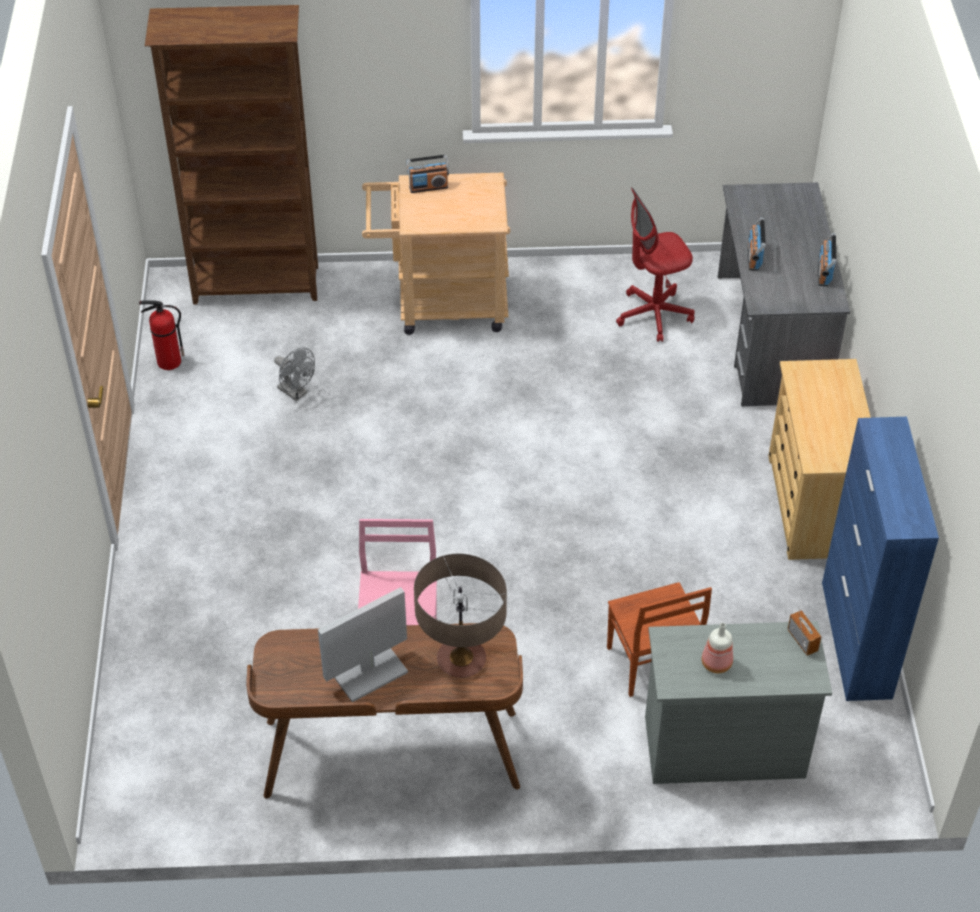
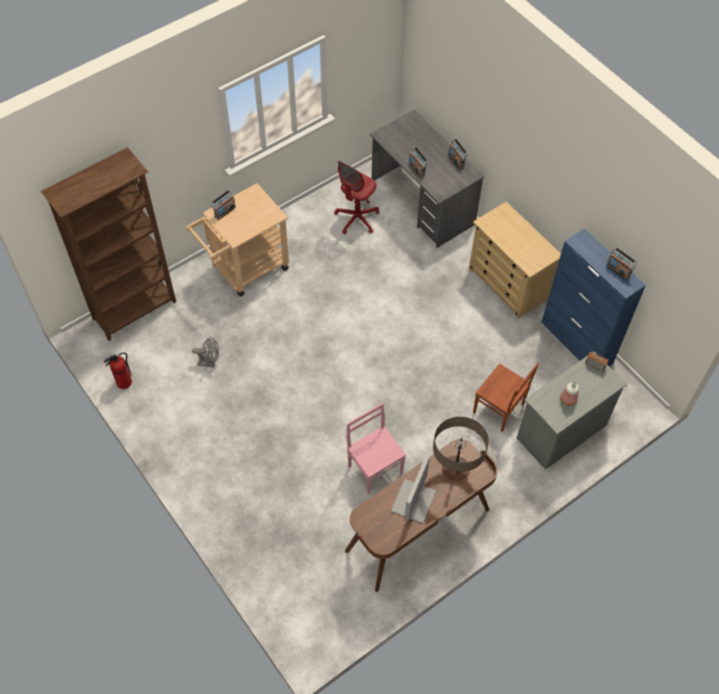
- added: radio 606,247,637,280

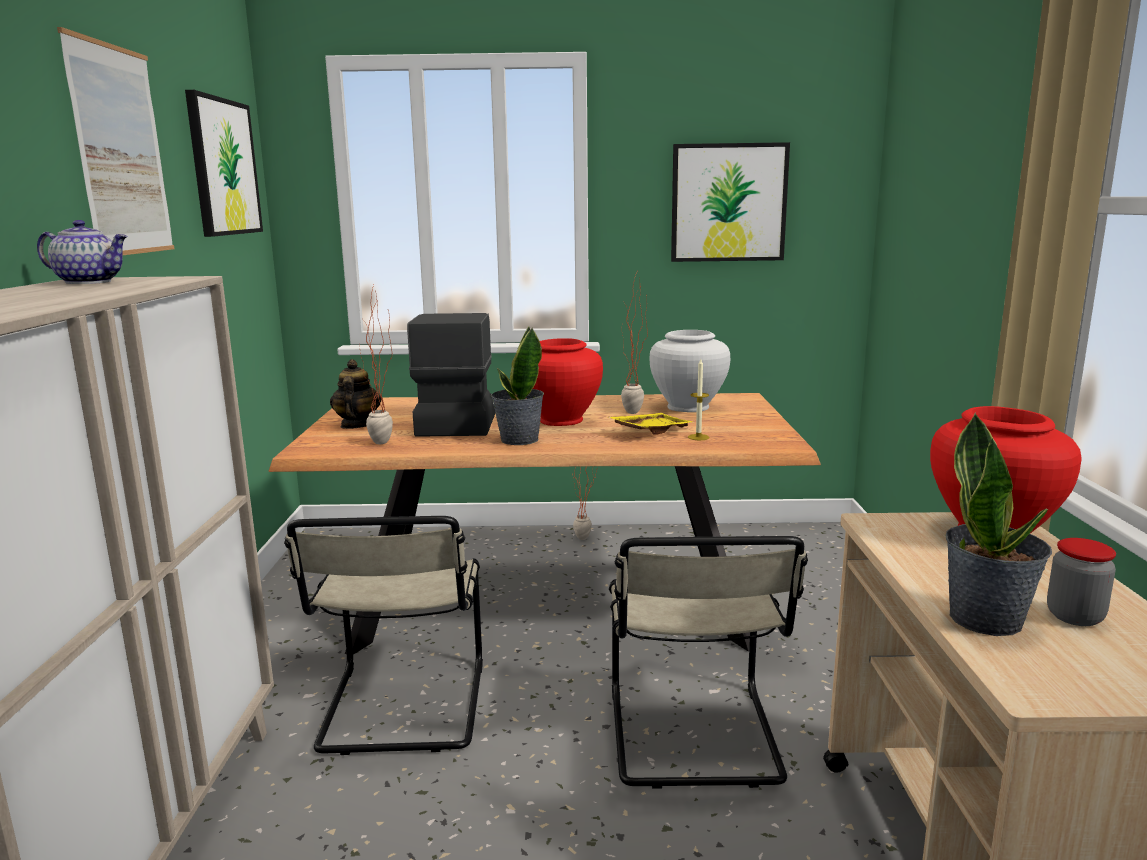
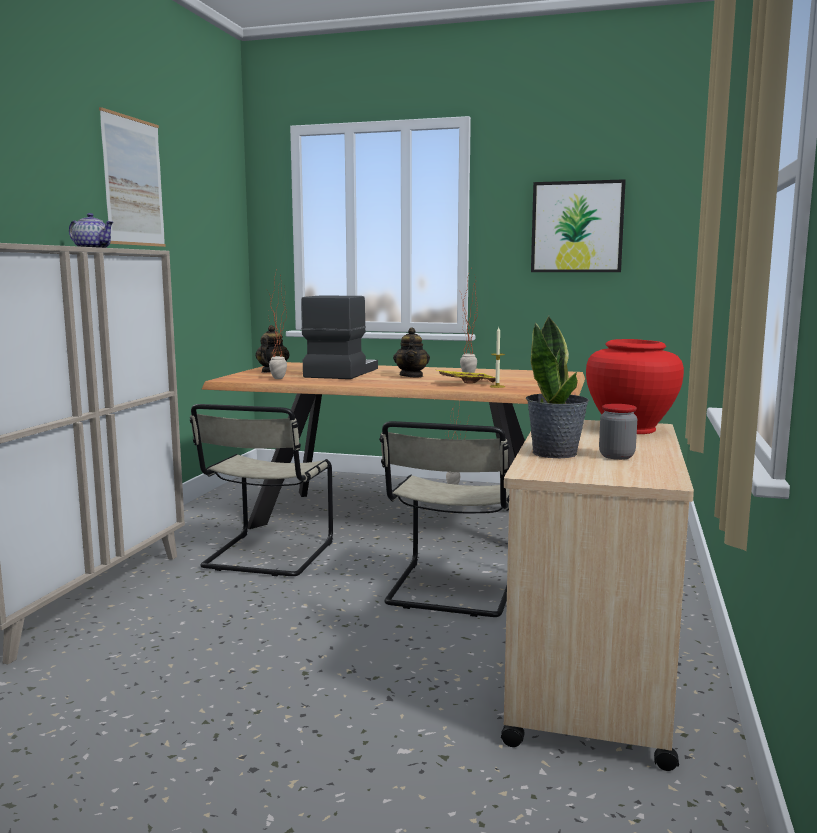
- removed: picture 185,90,263,237
- removed: potted plant 491,327,544,445
- replaced: vase (red) 533,338,603,426 to teapot 393,327,430,377
- removed: vase (white) 649,330,730,412

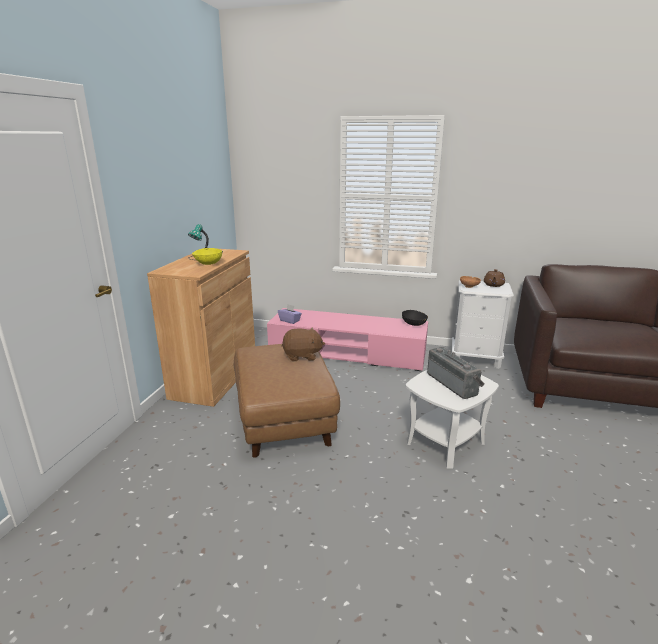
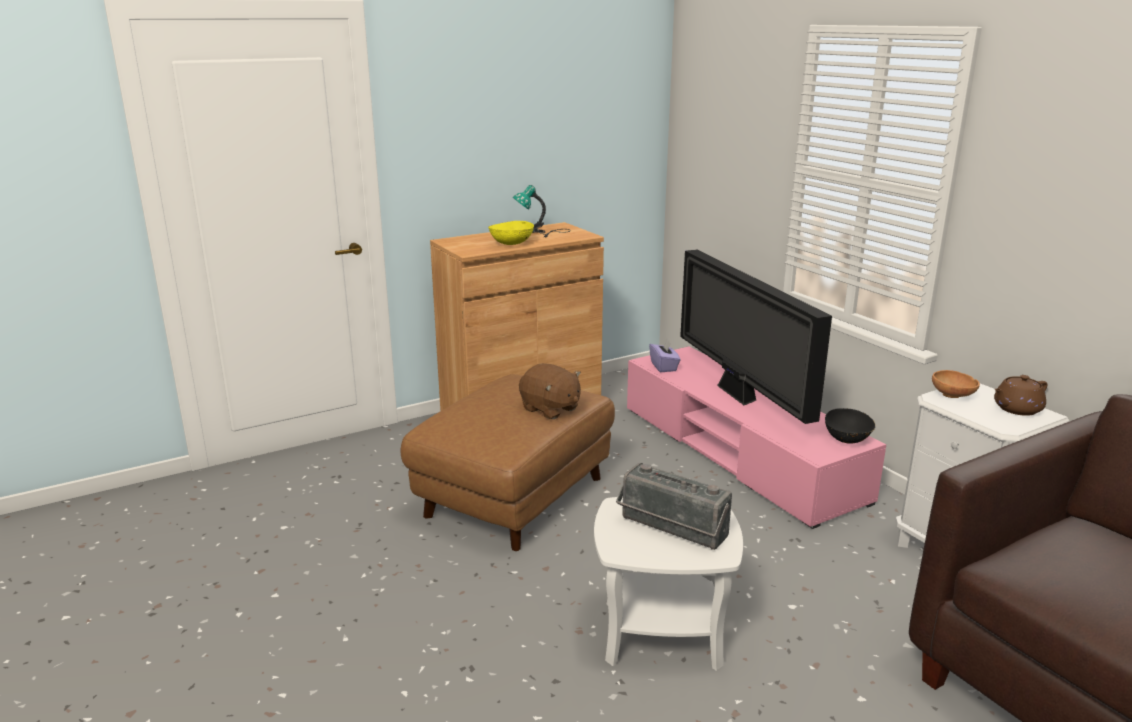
- turned: radio 427,347,484,399 = 616,463,732,550 105 degrees clockwise
- added: television 680,250,832,424

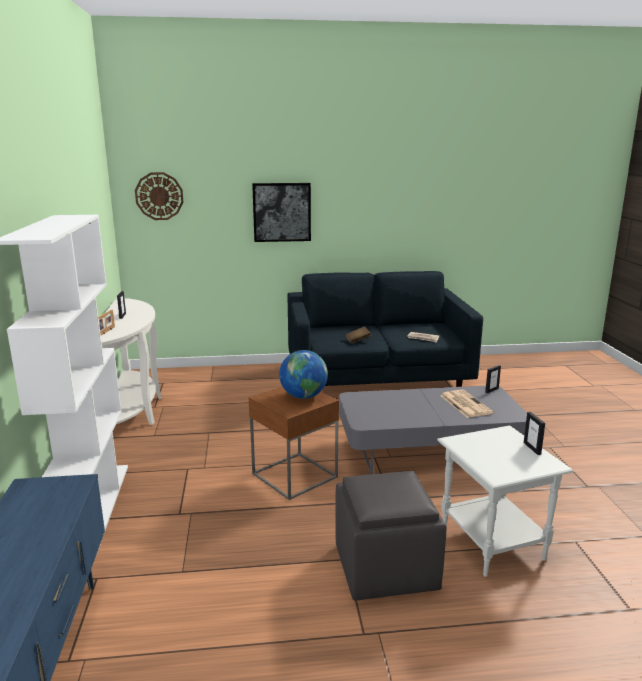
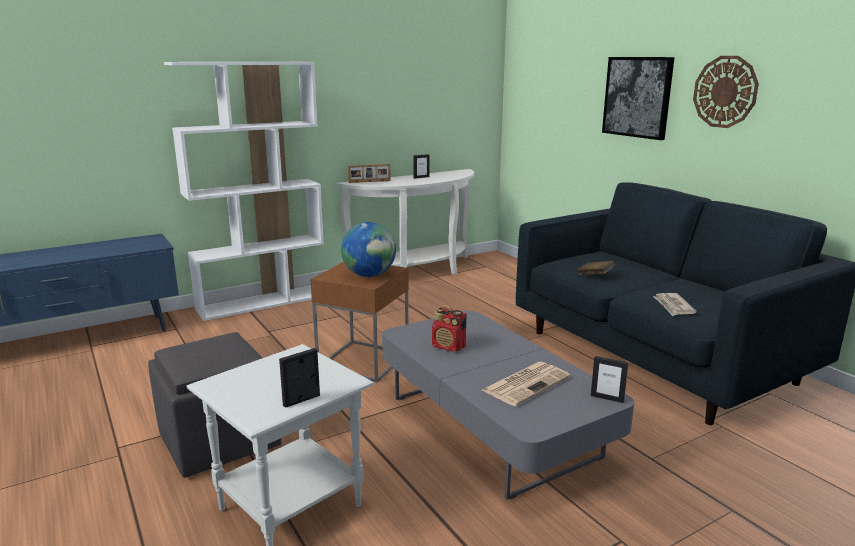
- moved: wall clock 135,172,184,220 to 693,56,759,128
- added: radio 432,305,467,352

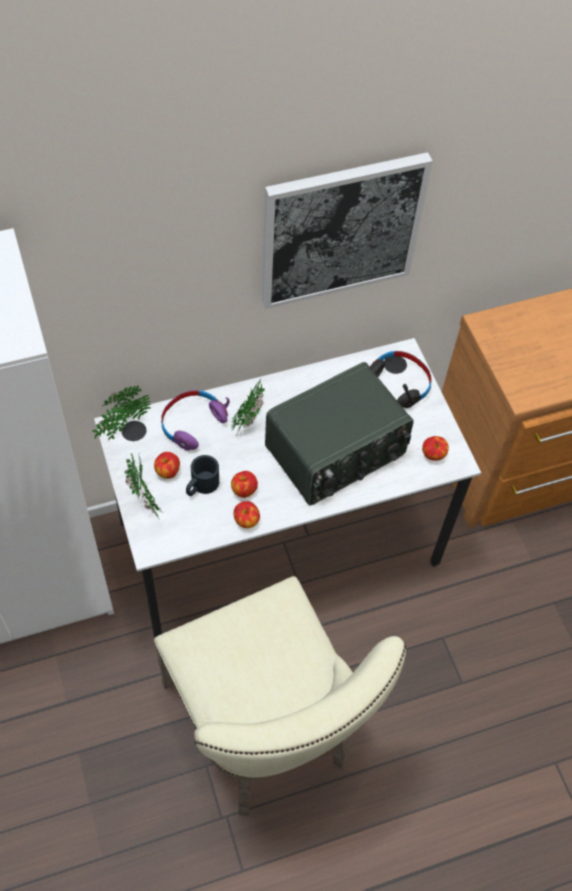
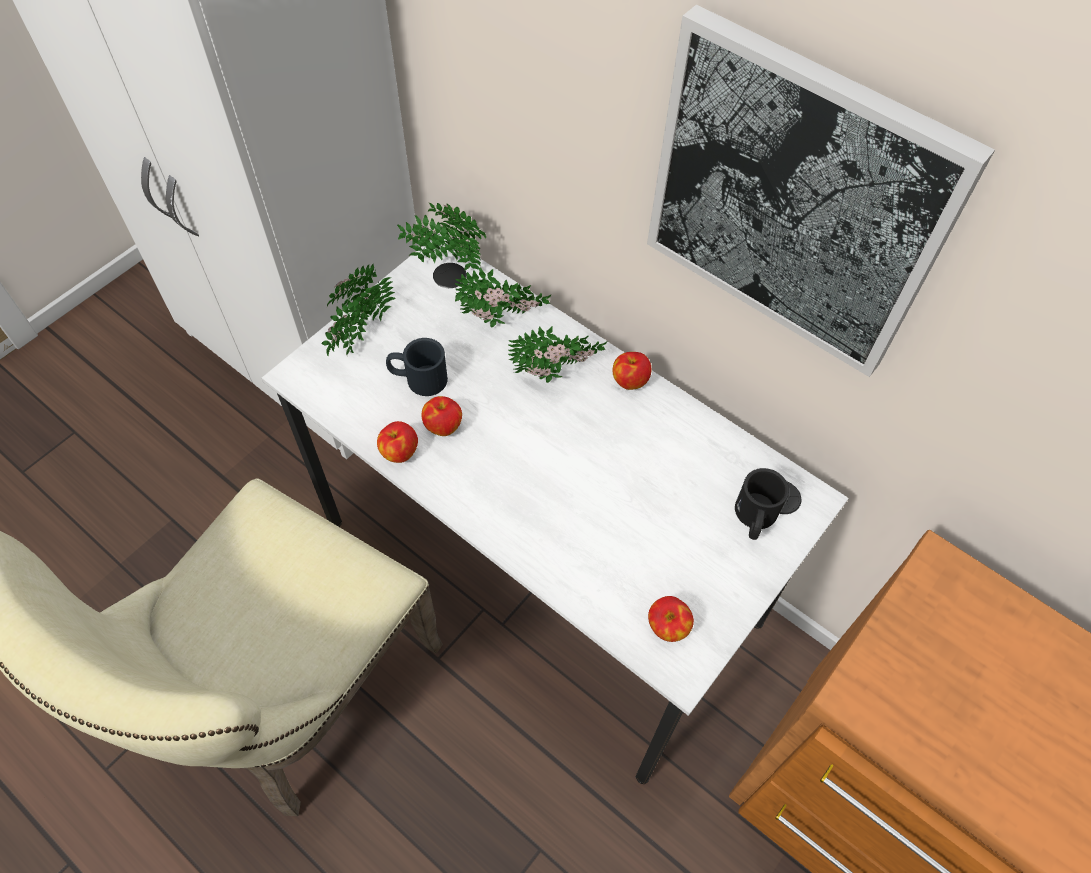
- moved: apple 154,452,180,479 to 612,352,651,390
- replaced: headphones (purple) 161,390,230,451 to potted plant 455,268,551,328
- removed: radio 265,362,414,506
- replaced: headphones (black) 370,351,432,408 to mug (black) 735,468,789,540

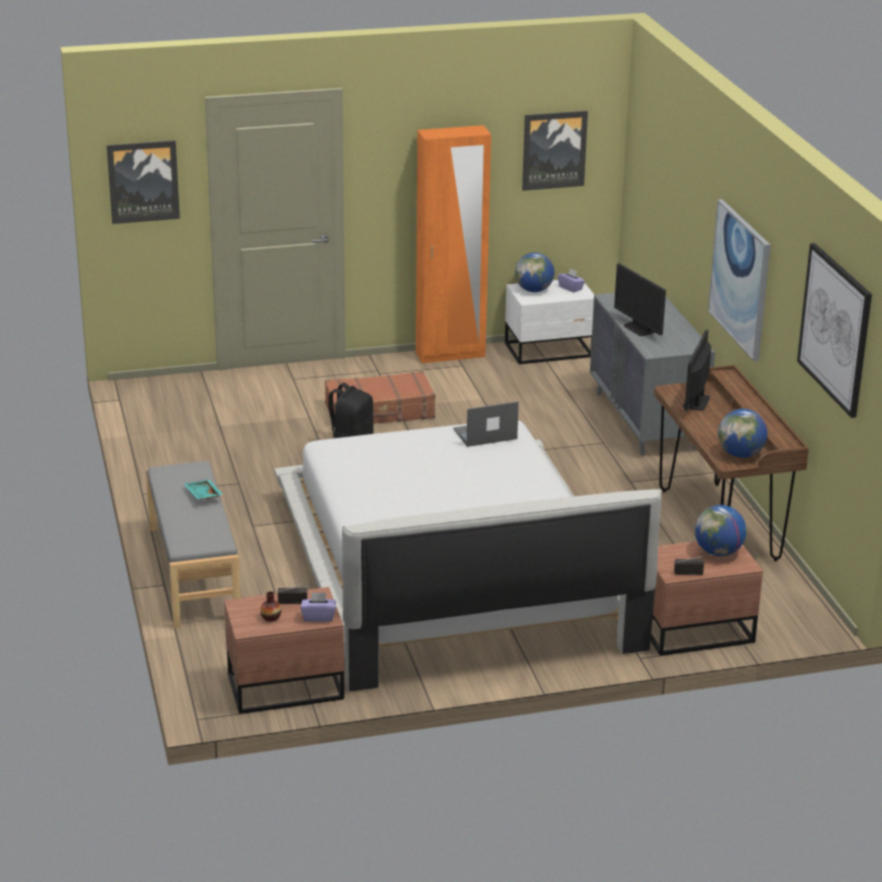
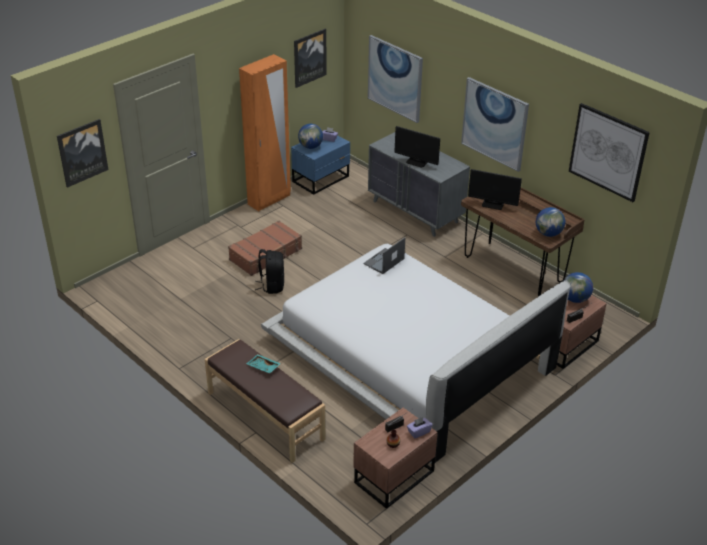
- recoloured: bench (grey) 146,461,241,629 to bench (brown) 205,339,325,463
- recoloured: nightstand (white) 505,280,594,364 to nightstand (blue) 291,135,350,194
- turned: monitor 683,330,711,411 = 468,169,522,210 60 degrees counterclockwise
- added: picture 368,35,423,123

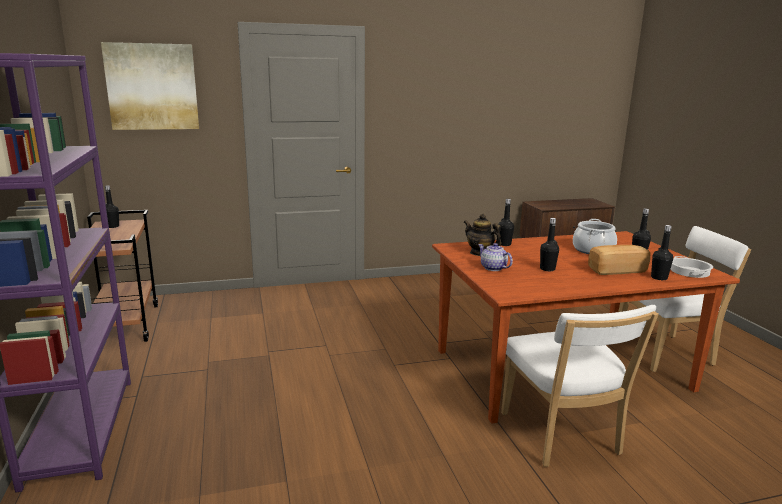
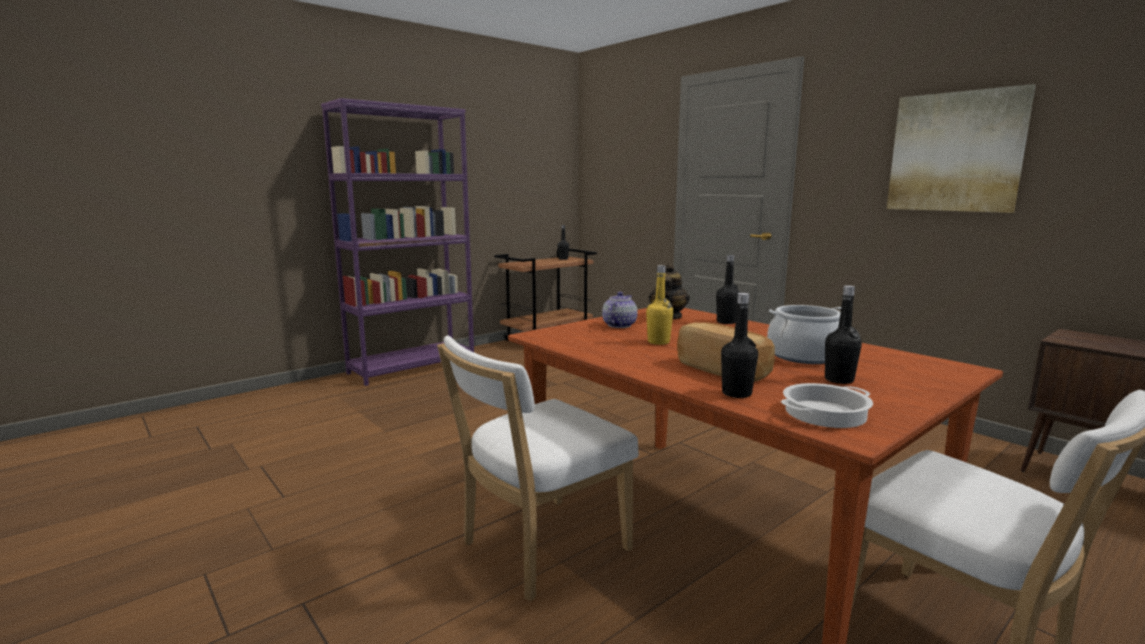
- moved: picture 101,42,199,130 to 887,84,1036,213
- recoloured: bottle (black) 540,218,559,271 to bottle (yellow) 646,265,673,345

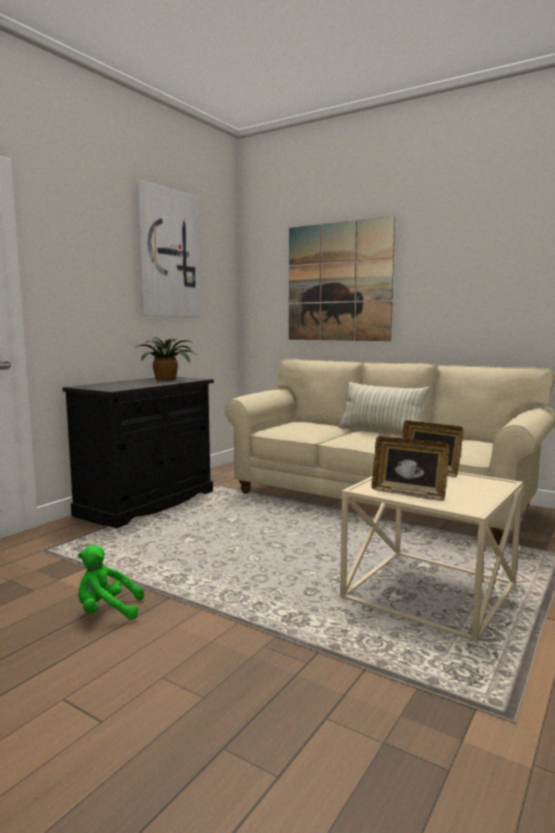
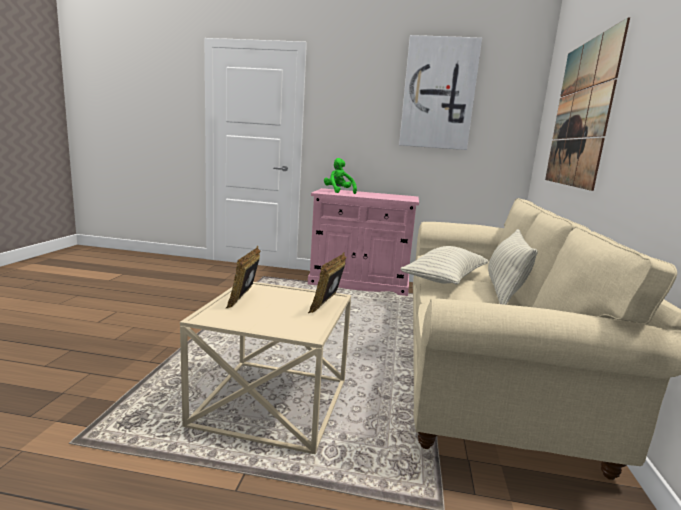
- recoloured: cabinet (black) 62,377,214,528 to cabinet (pink) 308,188,419,296
- moved: plush toy (green) 78,545,144,620 to 324,158,357,194
- removed: potted plant 134,337,195,380
- added: pillow 400,246,489,285

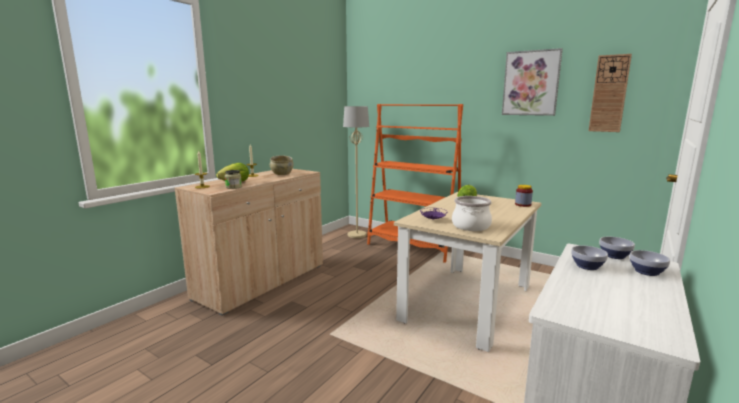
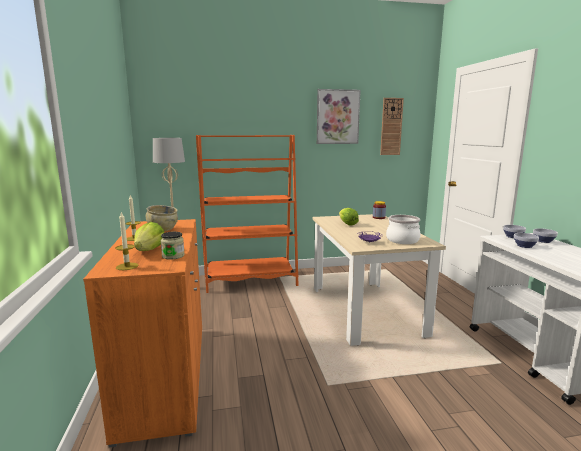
- recoloured: cabinet (beige) 174,169,323,316 to cabinet (orange) 83,219,202,448

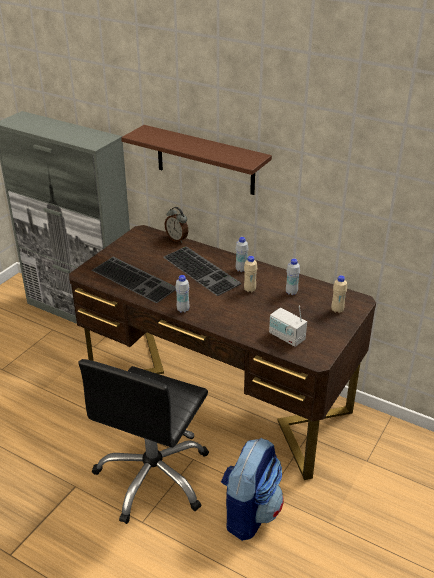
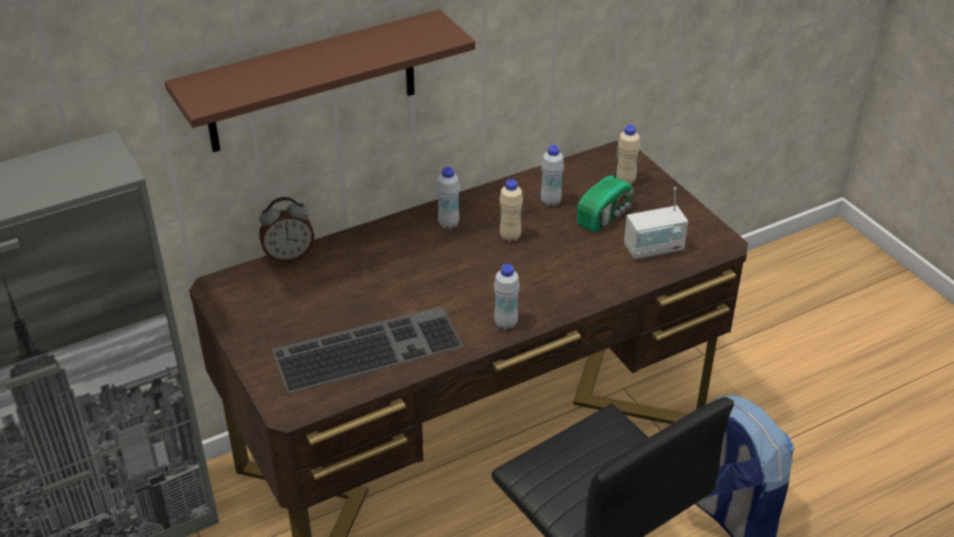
- removed: keyboard 163,246,241,296
- added: radio 577,144,633,232

